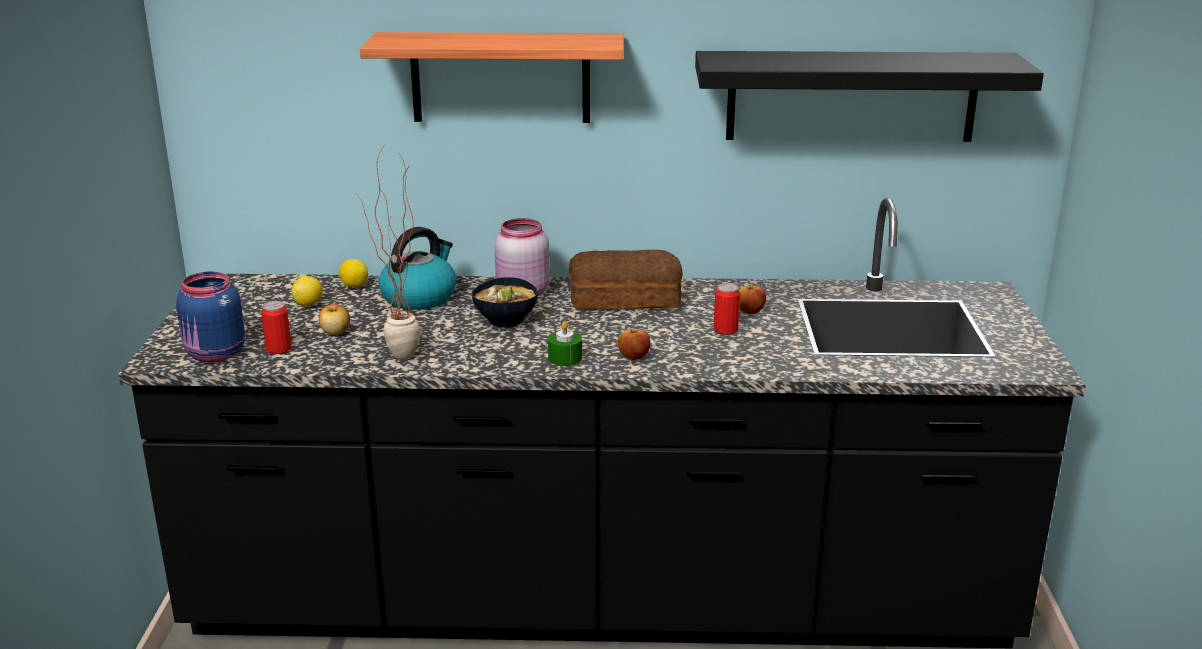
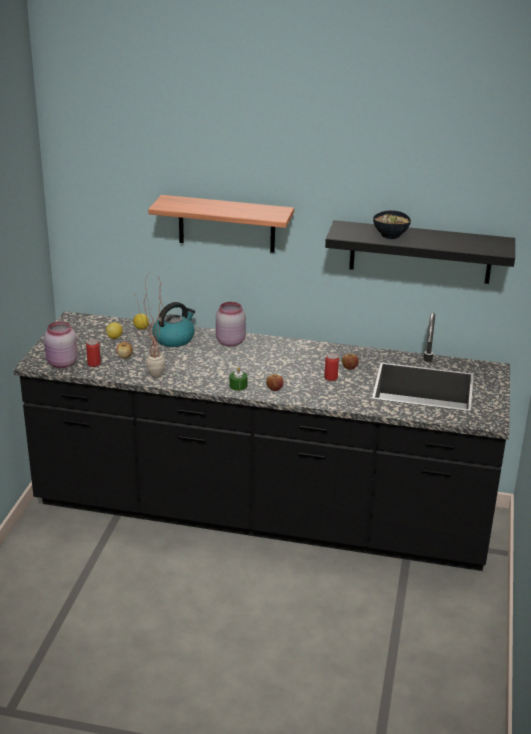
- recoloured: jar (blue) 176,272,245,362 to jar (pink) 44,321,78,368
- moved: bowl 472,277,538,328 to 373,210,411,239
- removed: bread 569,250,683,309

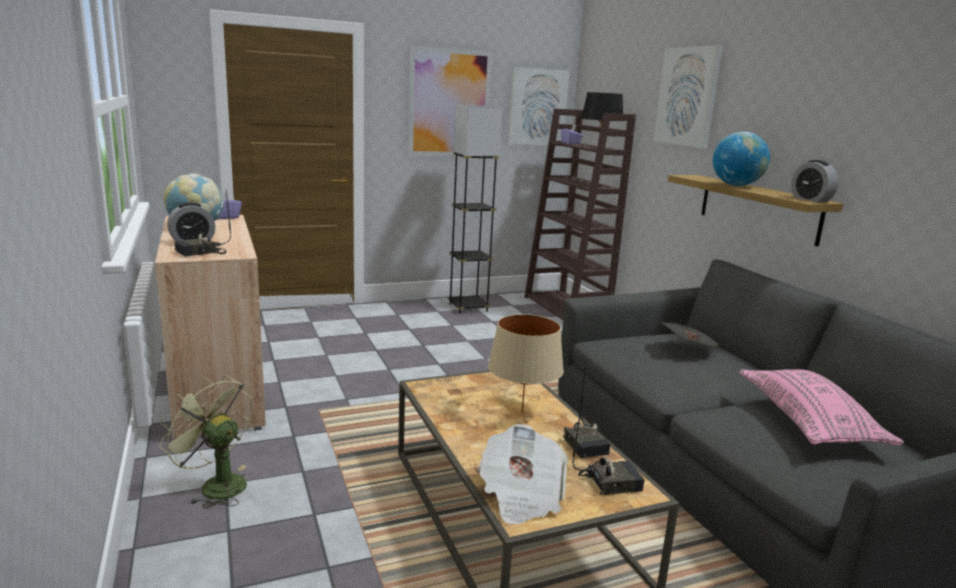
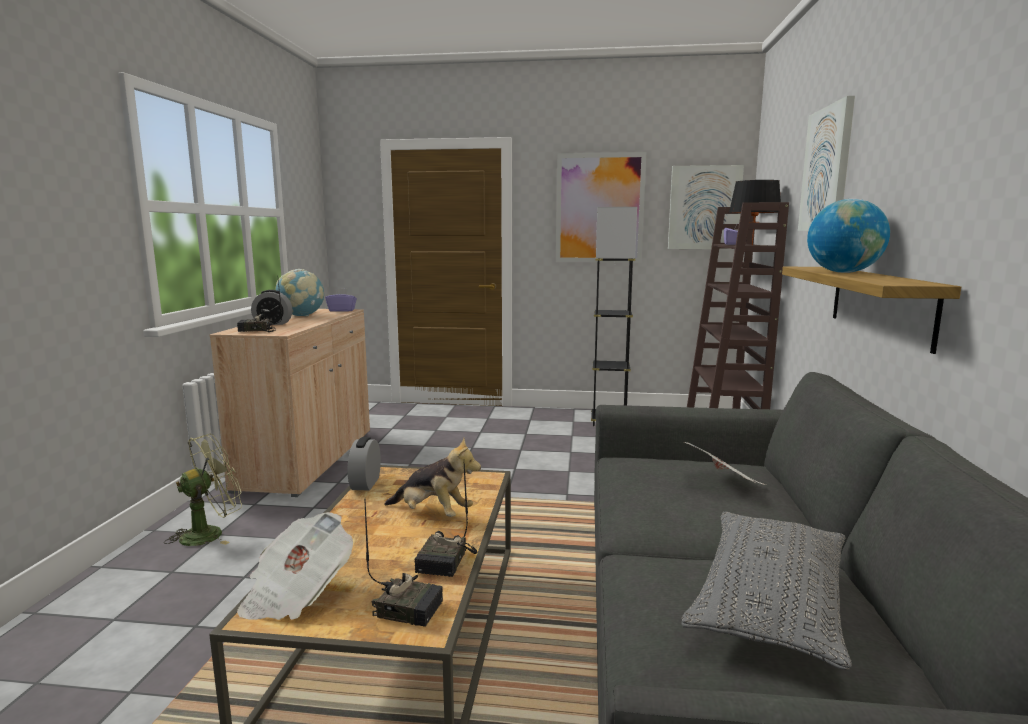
- turned: fan (green) 159,375,252,509 = 164,434,242,546 75 degrees clockwise
- replaced: table lamp (beige) 488,314,564,413 to plush toy 384,438,481,517
- recoloured: pillow (pink) 739,369,904,446 to pillow (grey) 682,512,852,670
- moved: alarm clock 791,160,838,202 to 348,437,381,490

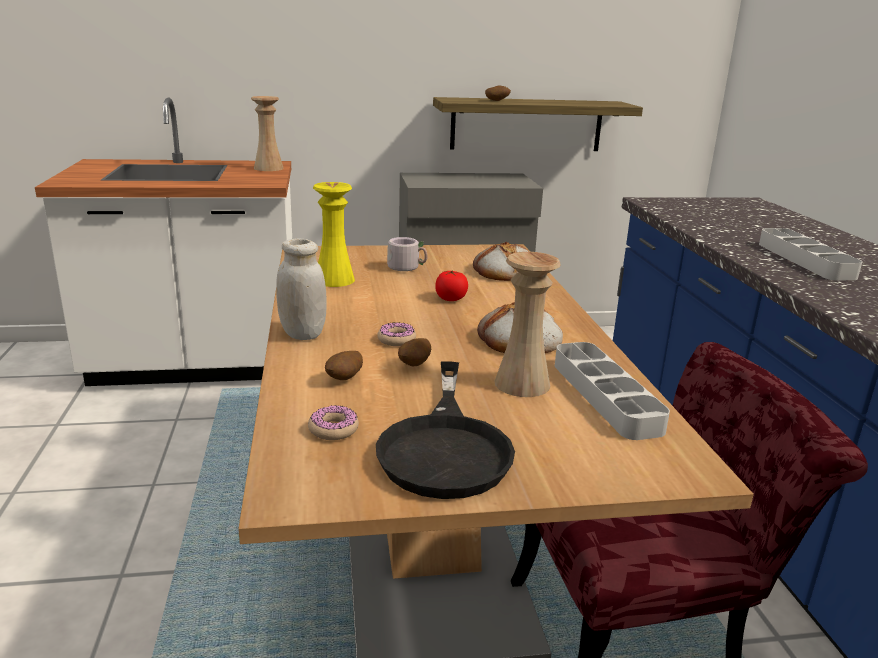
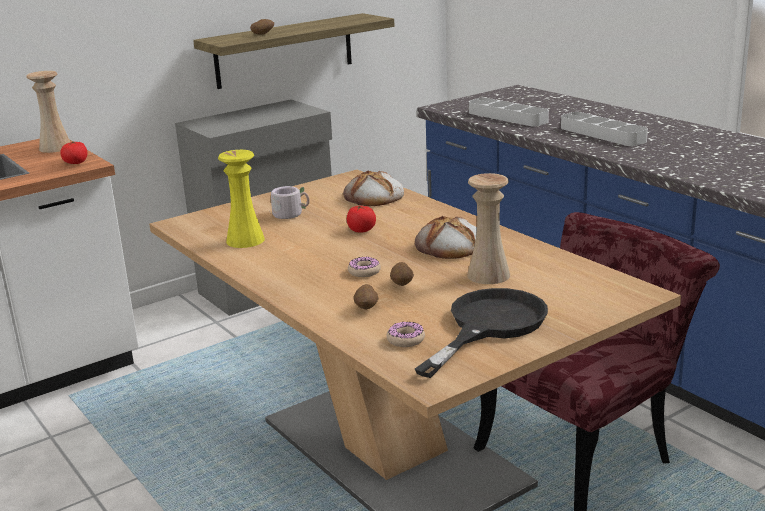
- removed: jar (white) 276,238,327,340
- turned: frying pan (black) 376,361,515,499 = 415,288,548,378 120 degrees counterclockwise
- moved: tray (grey) 555,342,670,440 to 469,98,549,126
- added: tomato 60,141,88,164

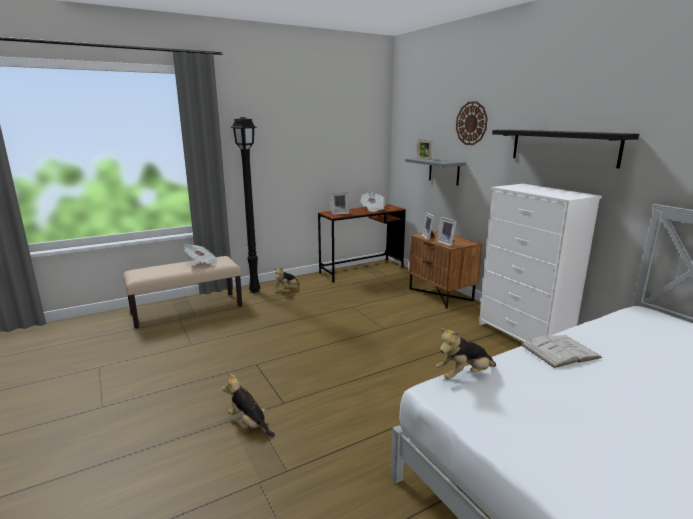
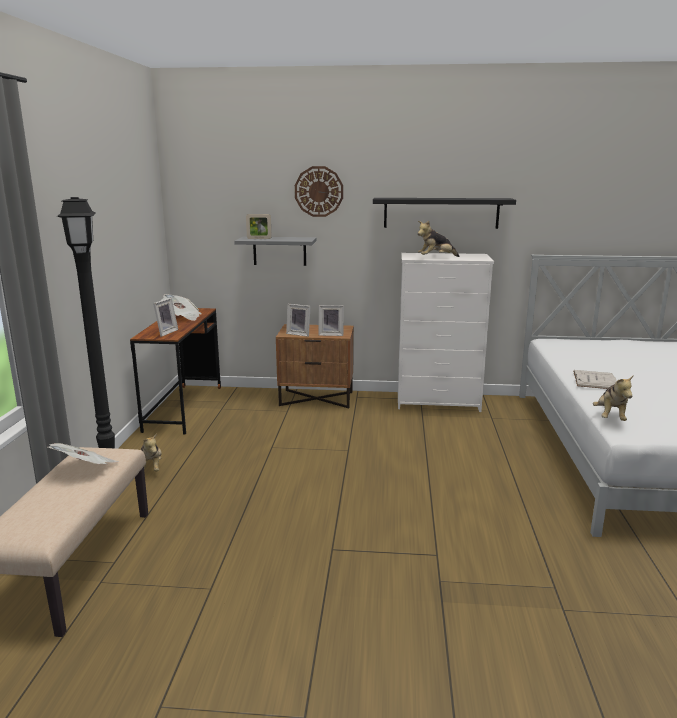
- moved: plush toy 222,374,275,437 to 418,221,460,257

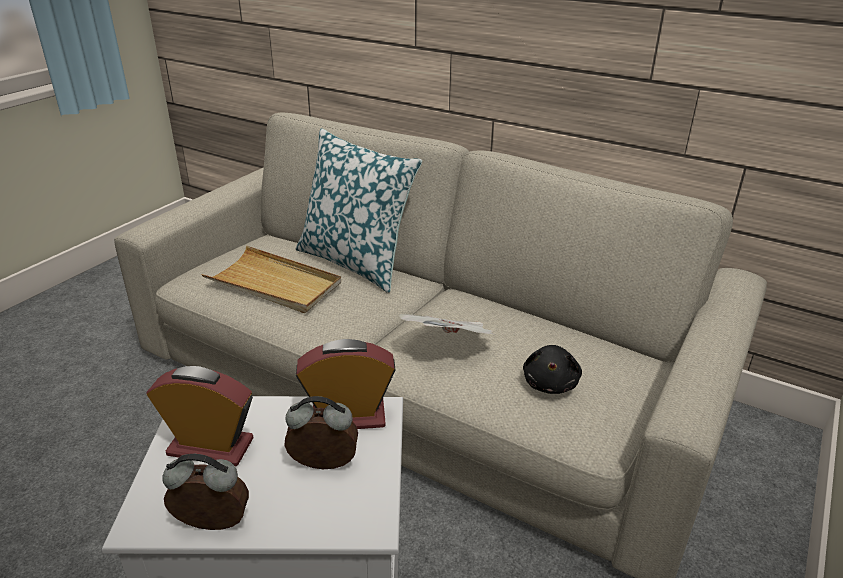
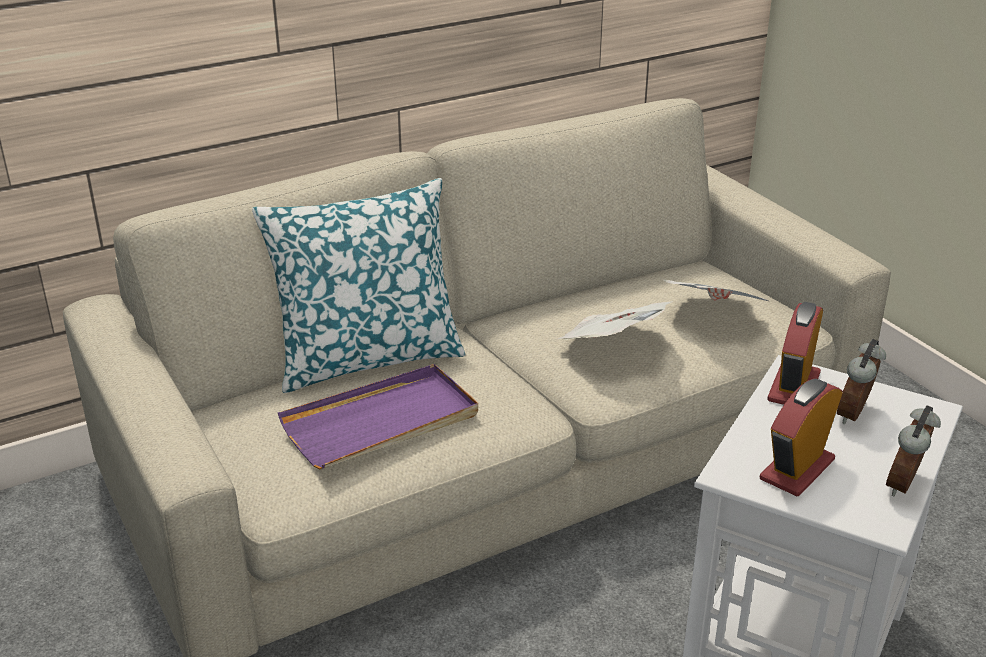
- recoloured: tray (beige) 201,246,341,313 to tray (purple) 278,364,478,469
- replaced: plush toy (black) 523,345,582,394 to newspaper 663,279,770,302

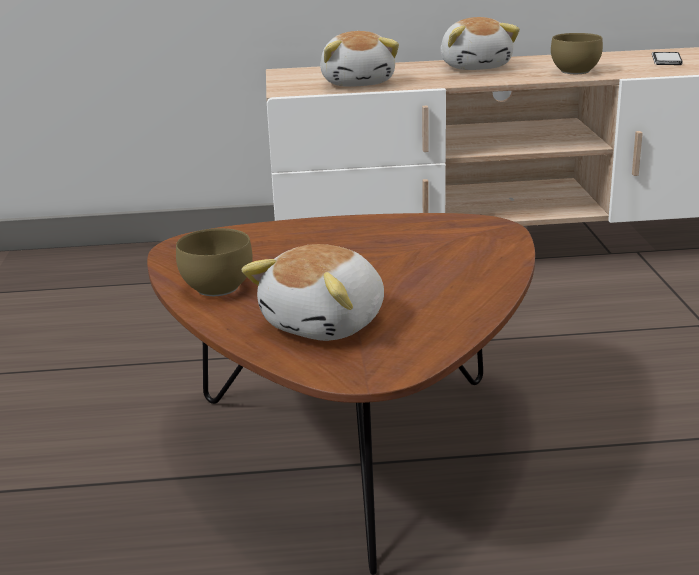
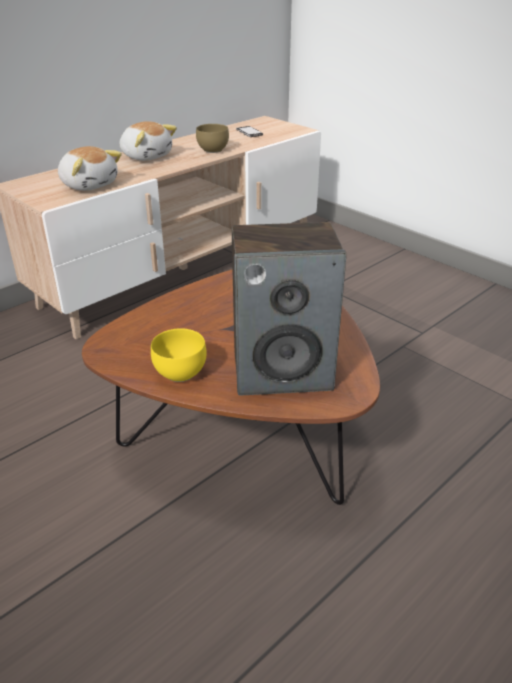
- recoloured: bowl (brown) 176,228,253,296 to bowl (yellow) 151,328,207,382
- replaced: plush toy 242,244,384,341 to speaker 232,222,346,395

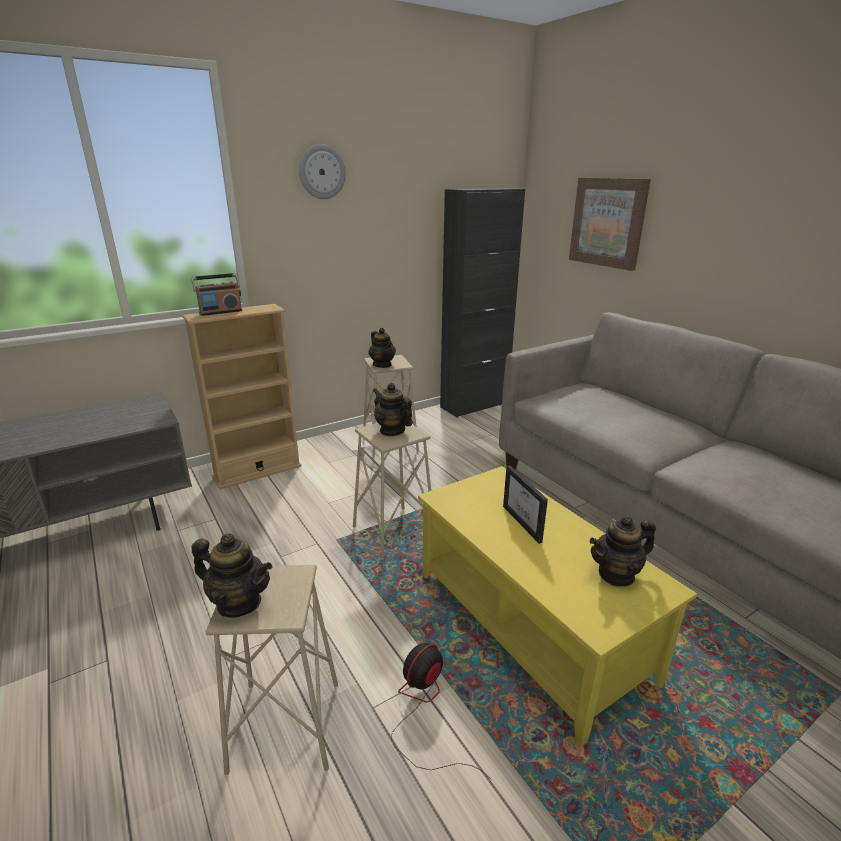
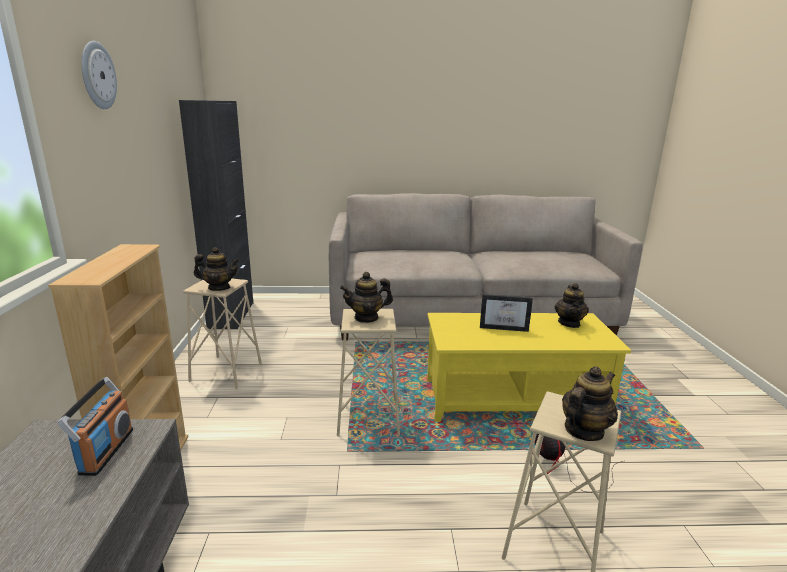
- moved: radio 191,273,242,316 to 57,377,133,476
- removed: picture 569,178,651,271

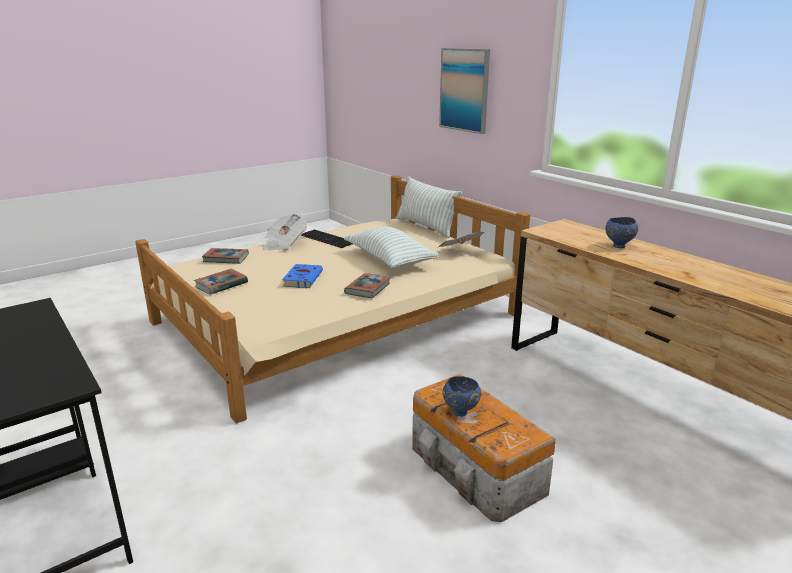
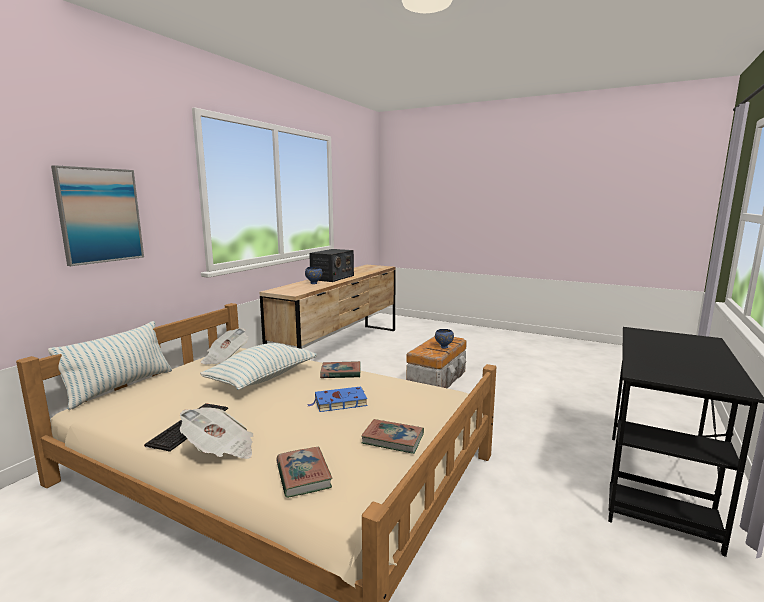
- added: radio 309,249,354,282

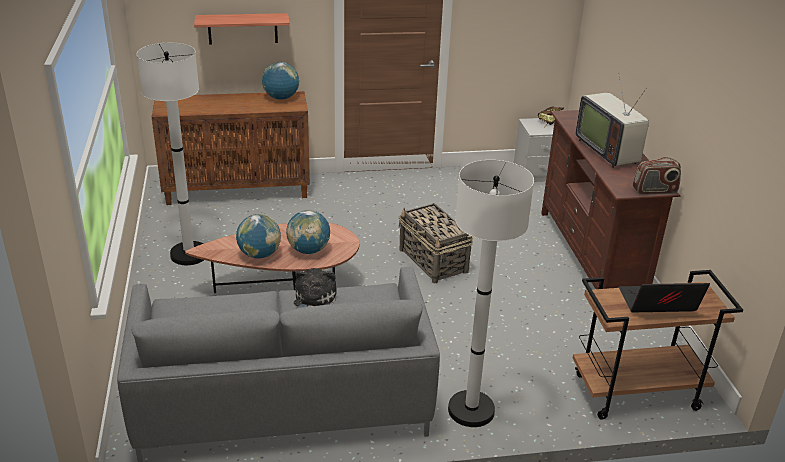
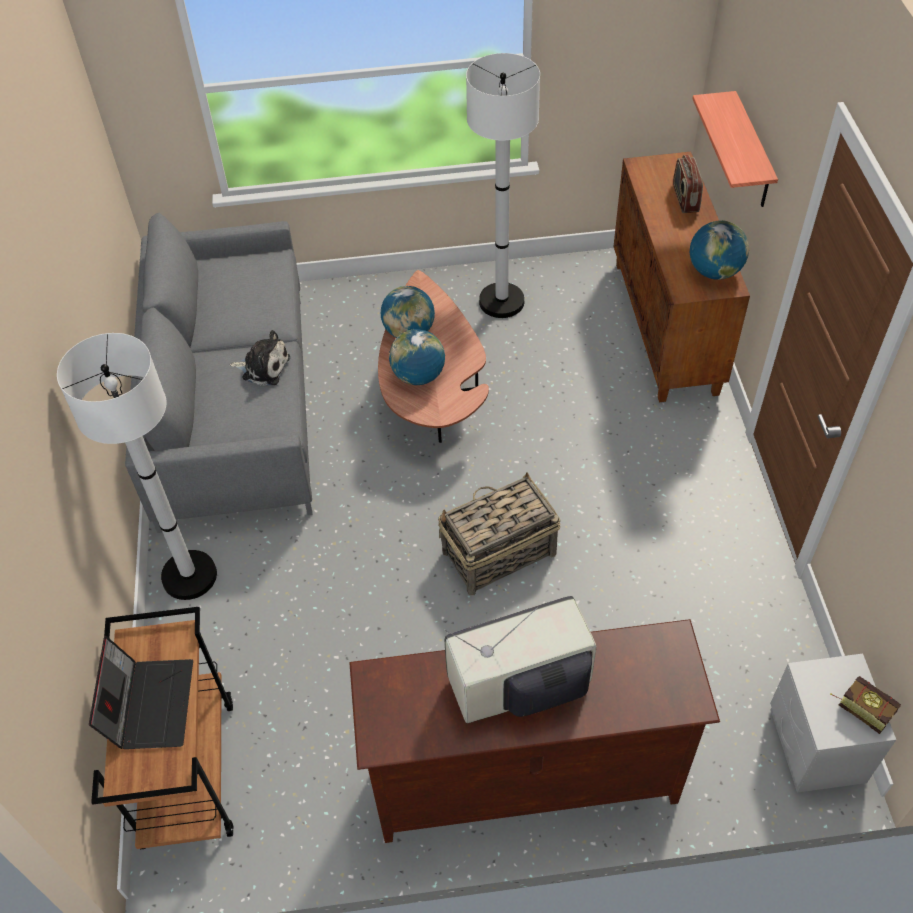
- moved: radio 633,157,681,195 to 673,155,703,213

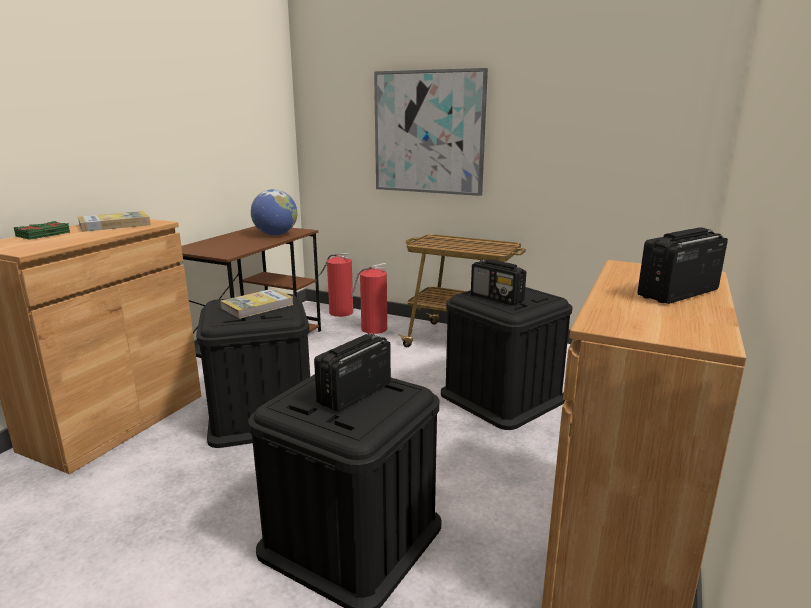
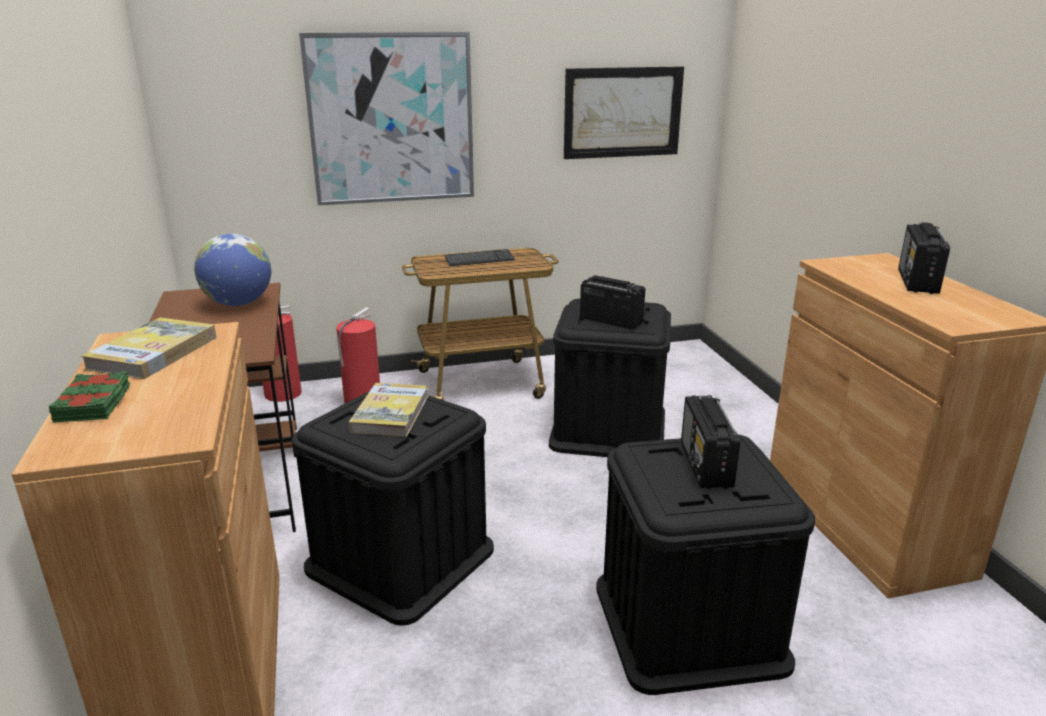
- turned: radio 471,259,526,305 = 580,275,645,329 150 degrees counterclockwise
- added: keyboard 444,249,515,266
- added: picture 564,66,684,159

